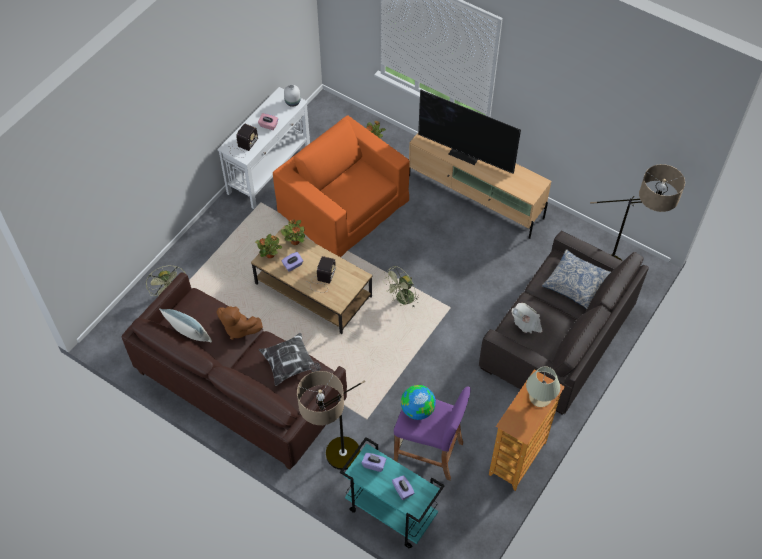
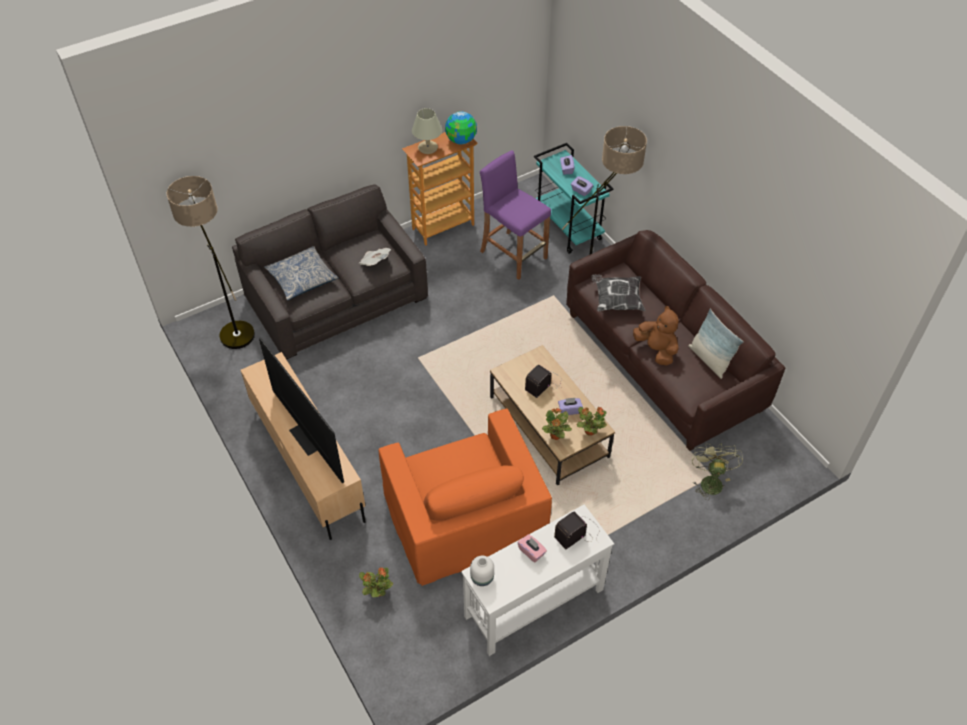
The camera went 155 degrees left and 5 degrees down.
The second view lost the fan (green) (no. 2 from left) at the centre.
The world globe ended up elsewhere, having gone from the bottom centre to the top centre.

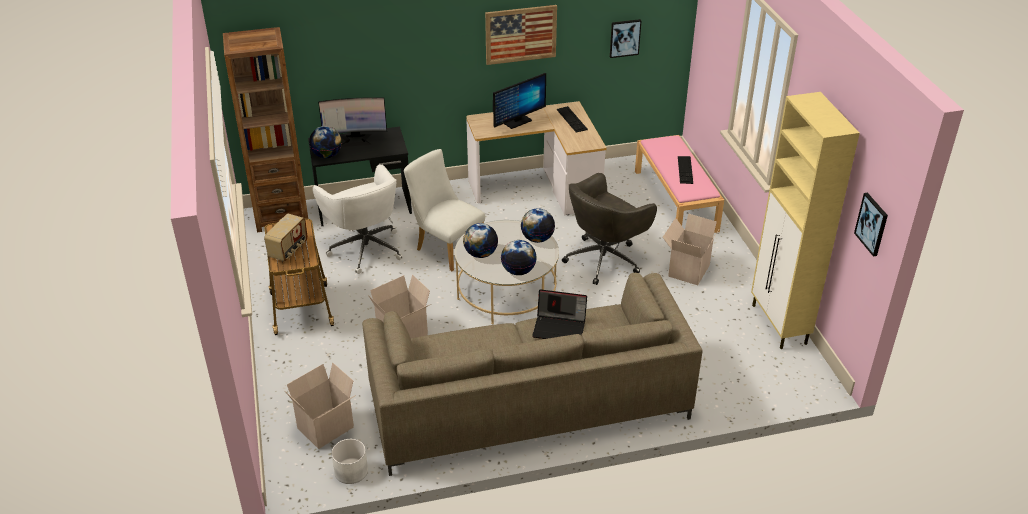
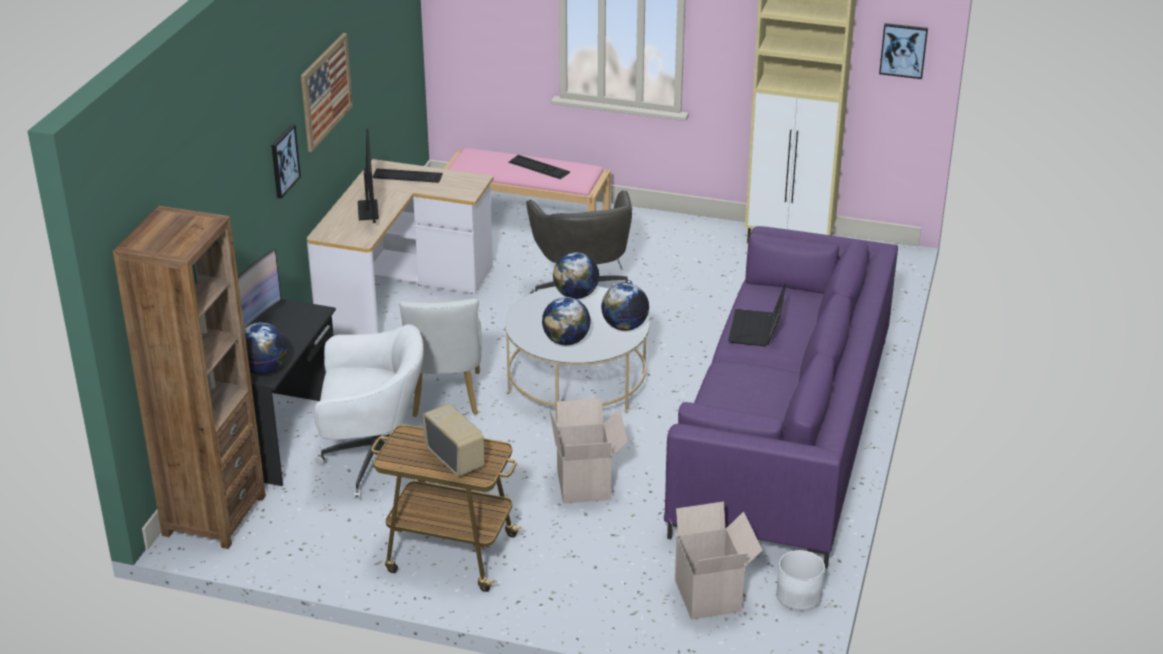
The camera went 60 degrees left and 5 degrees down.
The second view lost the cardboard box (no. 3 from left) at the middle right.
The wall picture (no. 2 from left in the first image) ended up elsewhere, having gone from the top centre to the top left.
What was the couch (beige) at the bottom centre turned into the couch (purple) at the middle right.
The upright chair (white-coloured) at the centre ended up facing another way, 75 degrees counterclockwise from before.
The laptop at the centre ended up facing another way, 150 degrees clockwise from before.

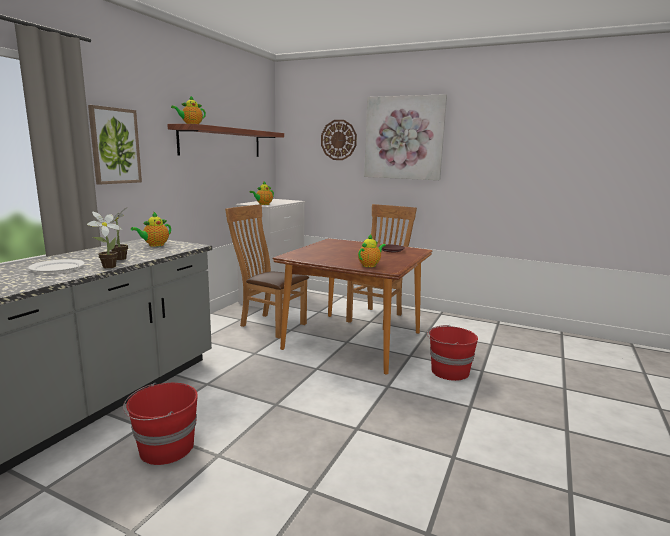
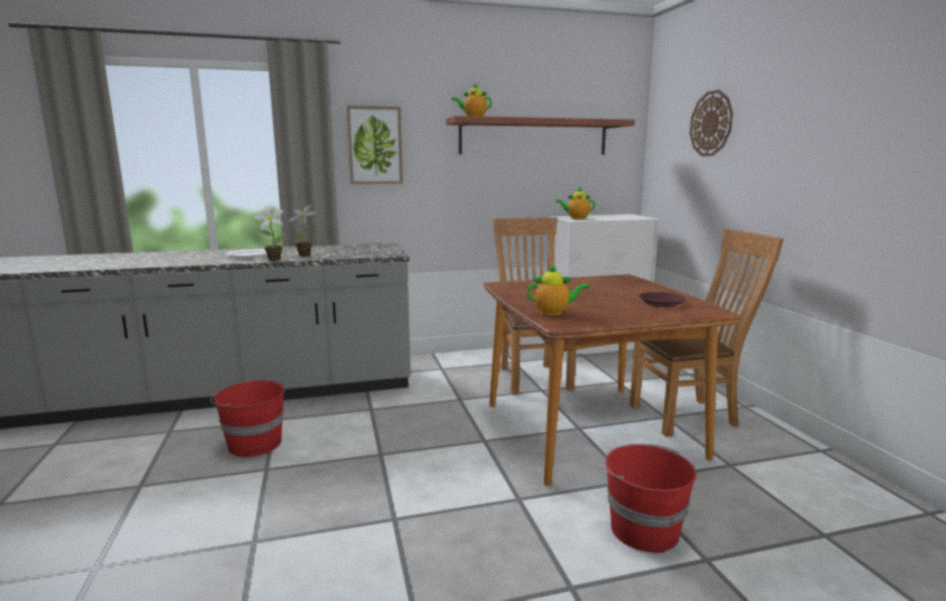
The camera went 50 degrees right and 0 degrees up.
The second view lost the teapot (no. 1 from left) at the middle left.
The second view lost the wall picture (no. 2 from left) at the top centre.

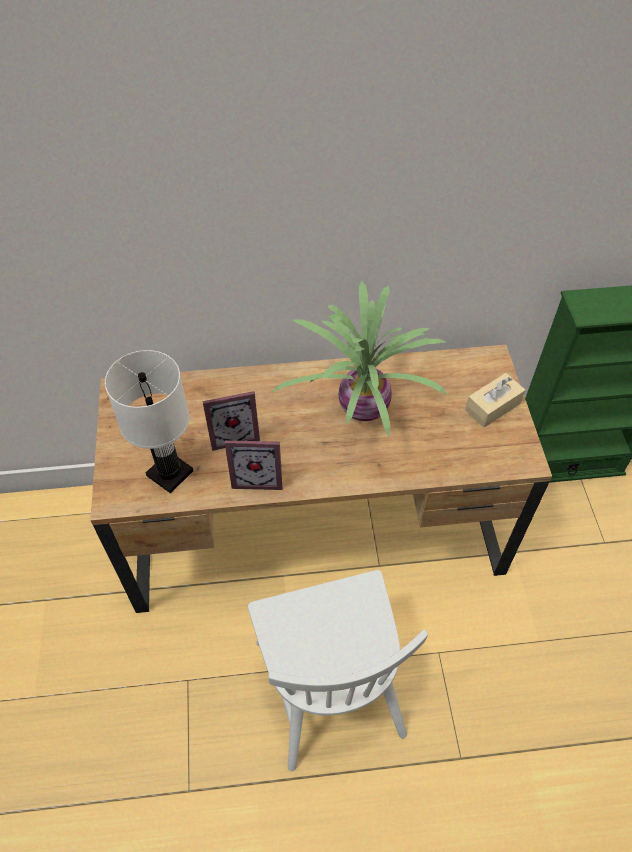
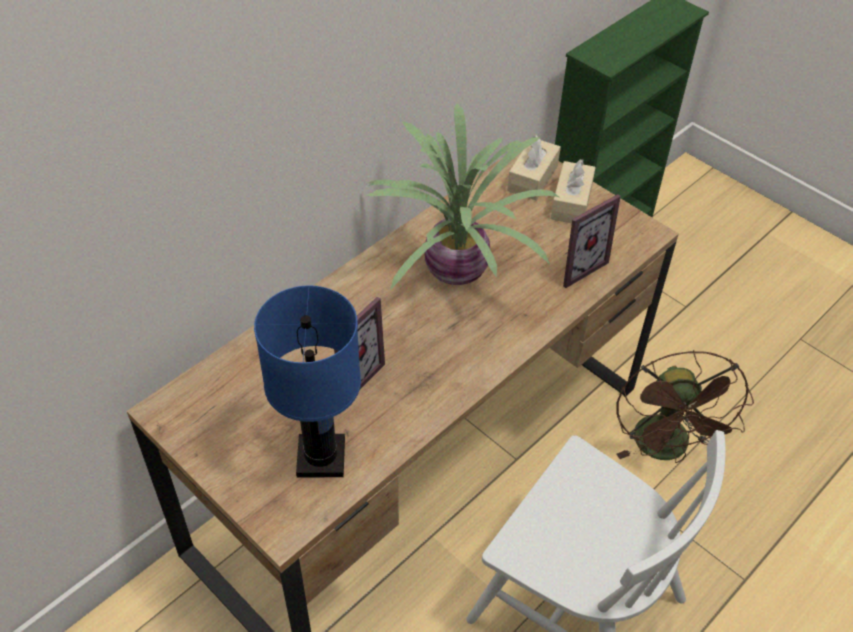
The camera went 40 degrees left and 5 degrees down.
The second view gained the box of tissues (beige) (no. 1 from left) at the top centre.
The second view gained the fan (brown) at the middle right.
The photo frame (no. 2 from left) ended up elsewhere, having gone from the centre to the middle right.
What was the tabletop lamp (white-coloured) at the middle left turned into the tabletop lamp (blue-coloured) at the centre.

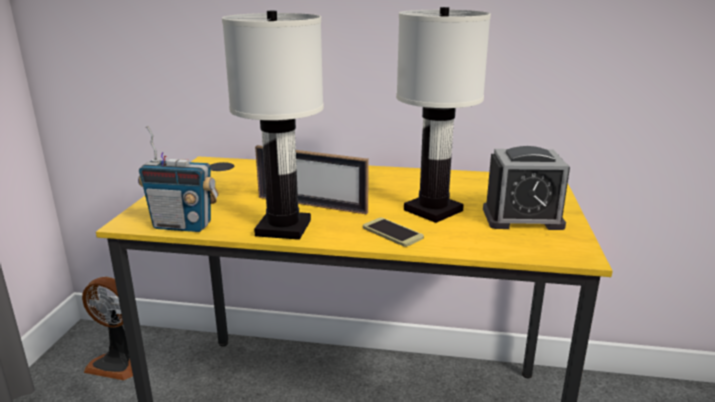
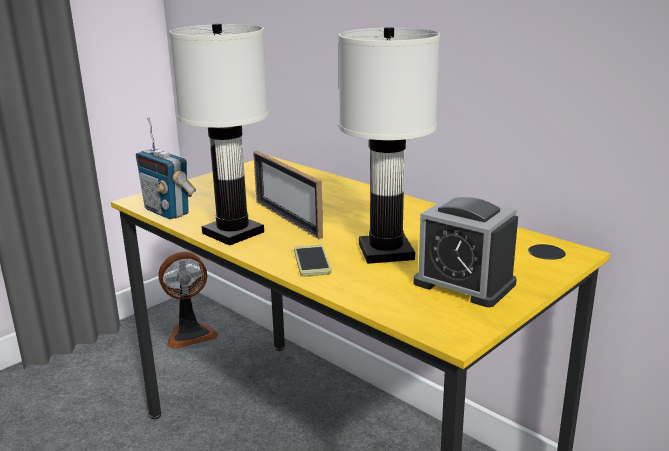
The camera went 35 degrees right and 0 degrees up.
The fan at the bottom left ended up facing another way, 75 degrees counterclockwise from before.

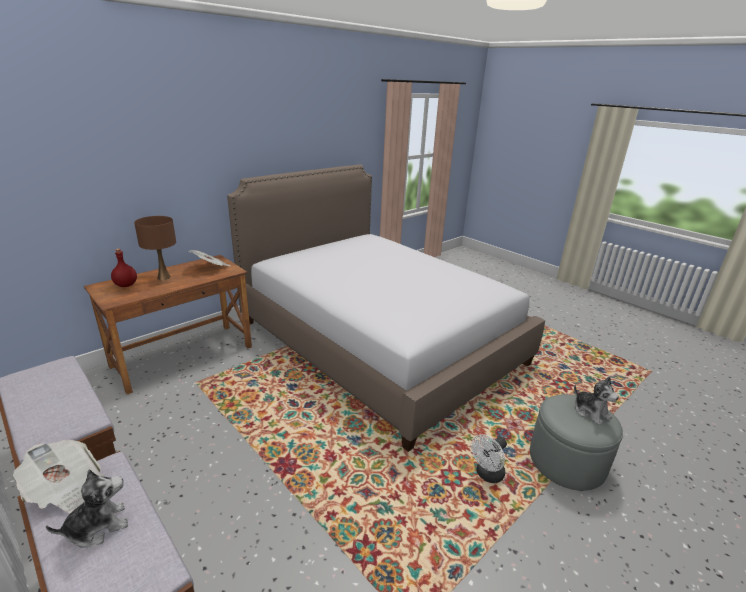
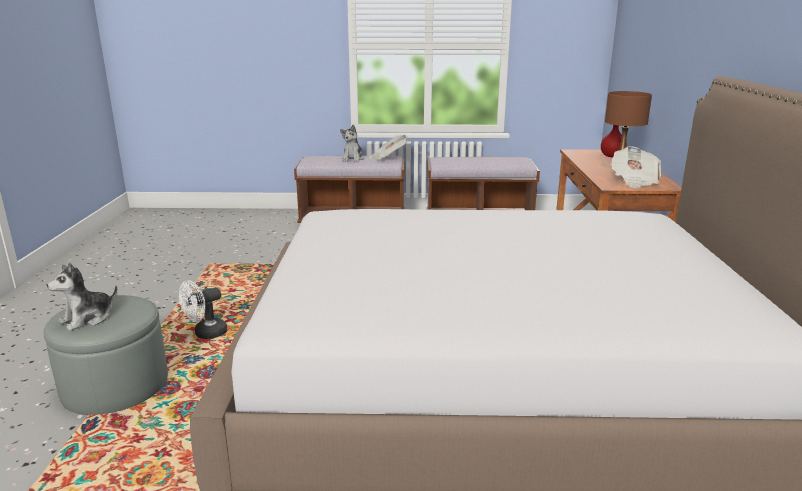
The camera went 135 degrees right and 5 degrees down.
The fan (white-coloured) at the bottom centre ended up facing another way, 135 degrees counterclockwise from before.
The plush toy (no. 2 from left in the first image) at the bottom right ended up facing another way, 60 degrees counterclockwise from before.

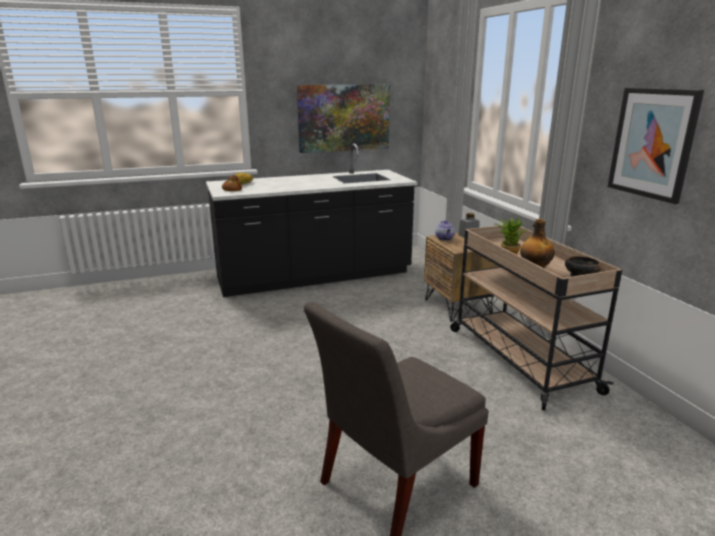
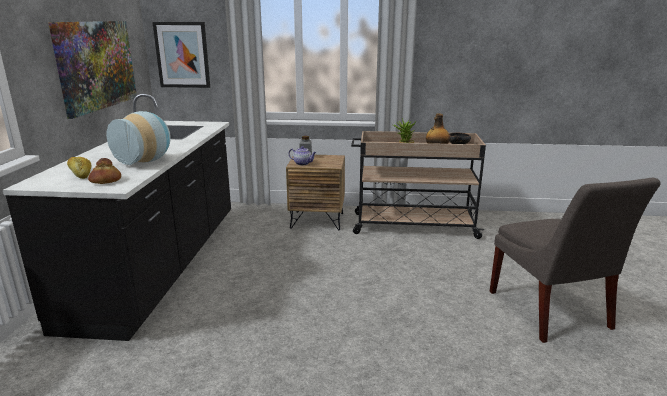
The camera went 65 degrees left and 0 degrees up.
The second view gained the vase at the middle left.
The wall picture (no. 2 from left) ended up elsewhere, having gone from the top right to the top left.

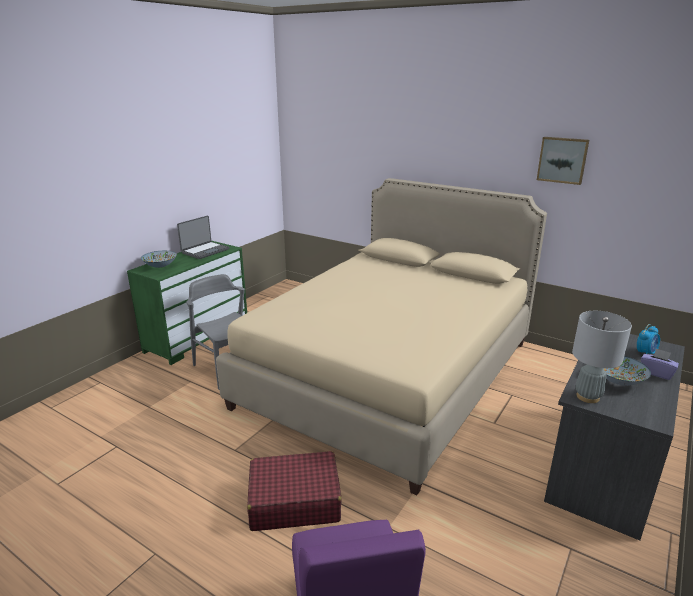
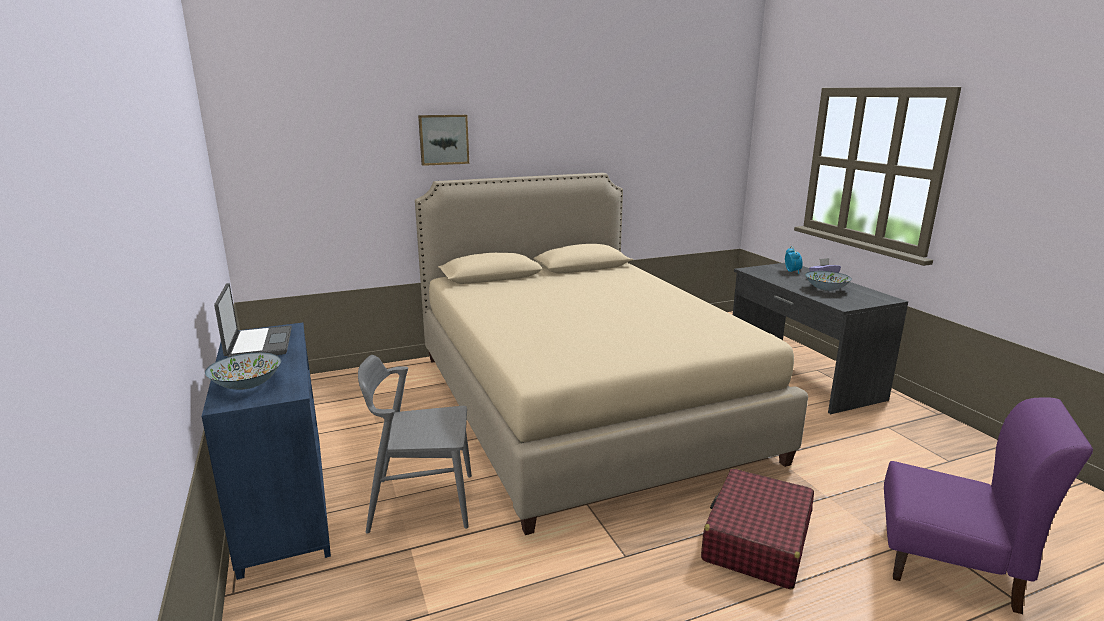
The camera went 55 degrees left and 5 degrees down.
The second view lost the tabletop lamp (gray) at the middle right.
The wall picture ended up elsewhere, having gone from the top right to the top centre.
What was the dresser (green) at the middle left turned into the dresser (blue-coloured) at the bottom left.

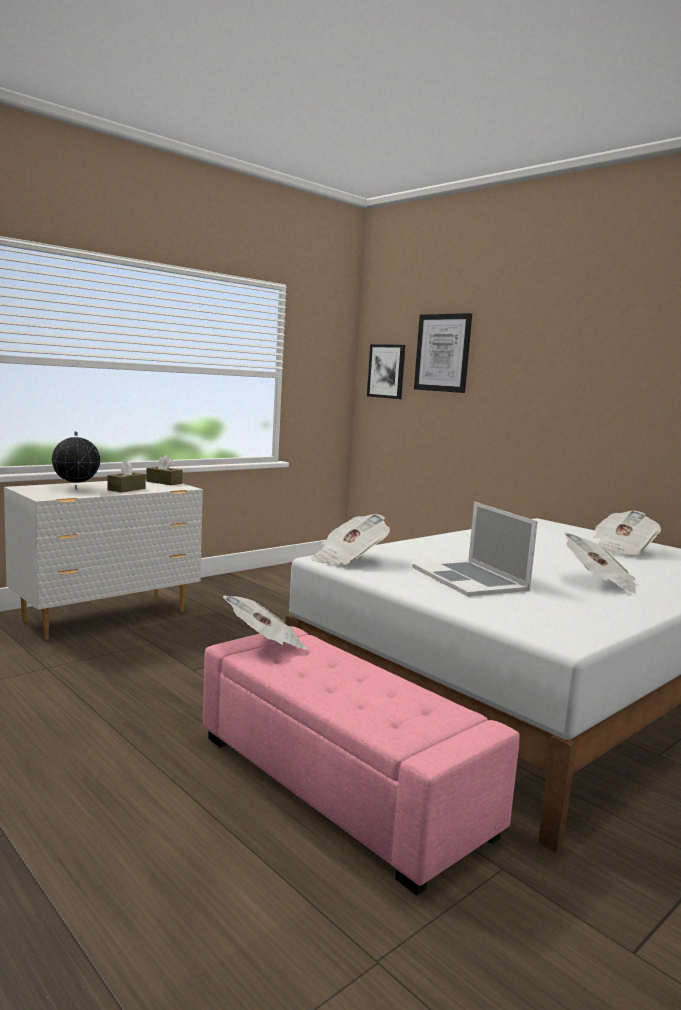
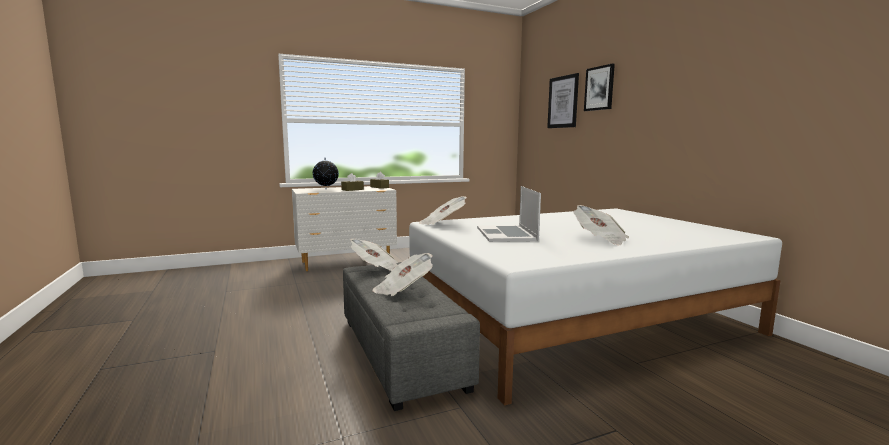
The camera went 20 degrees right and 0 degrees up.
The wall picture (no. 1 from left in the first image) ended up elsewhere, having gone from the centre to the top right.
The newspaper (no. 4 from left in the first image) ended up elsewhere, having gone from the middle right to the centre.
What was the pouffe (pinkish) at the bottom centre turned into the pouffe (gray) at the bottom centre.

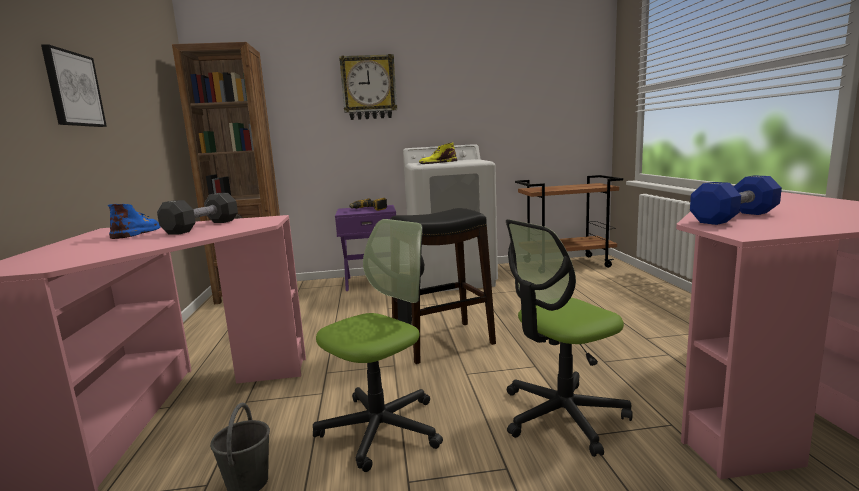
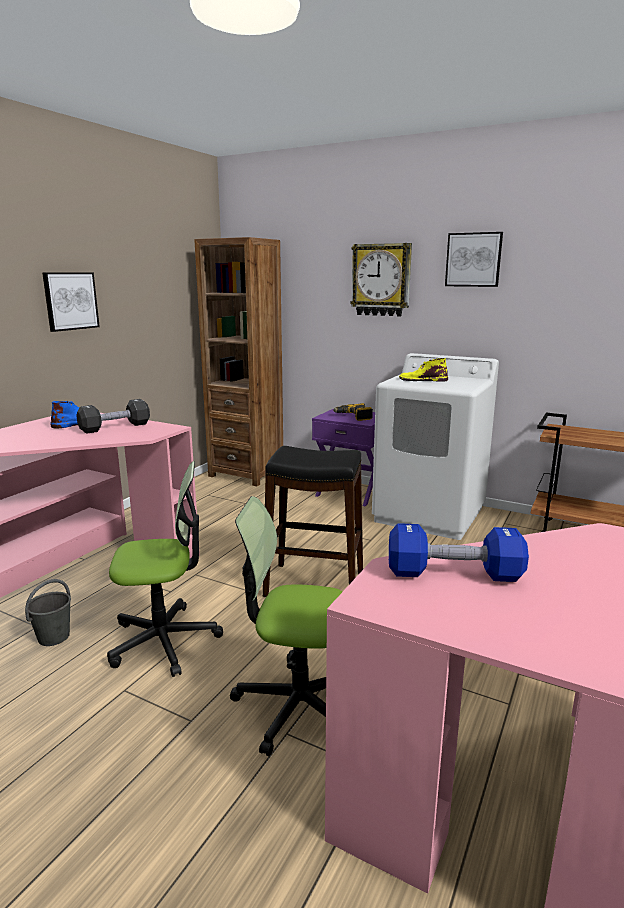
The camera went 35 degrees right and 5 degrees up.
The second view gained the wall picture (no. 2 from left) at the top right.

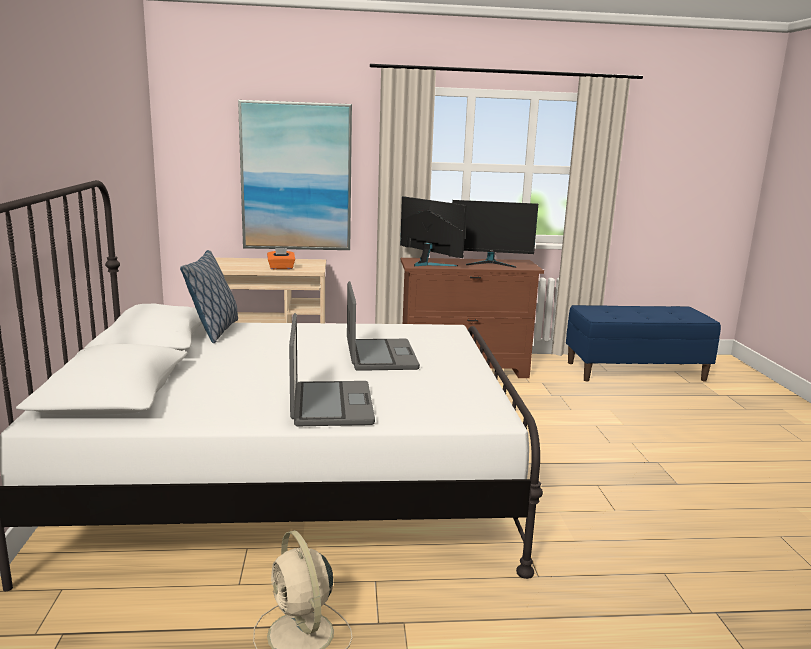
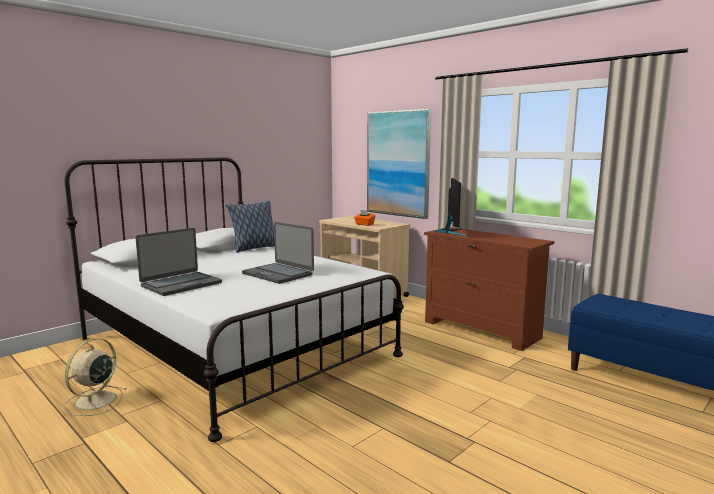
The camera went 50 degrees right and 5 degrees down.
The second view lost the computer display (no. 2 from left) at the centre.
The laptop (no. 2 from left) at the centre ended up facing another way, 90 degrees clockwise from before.

